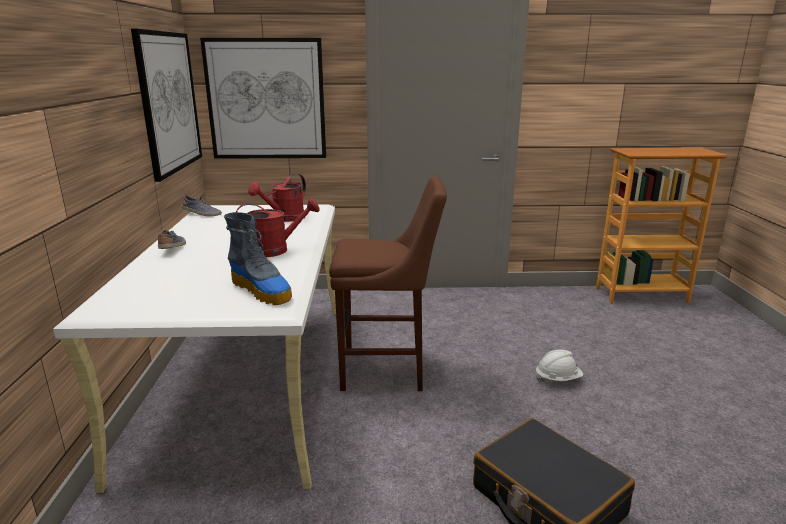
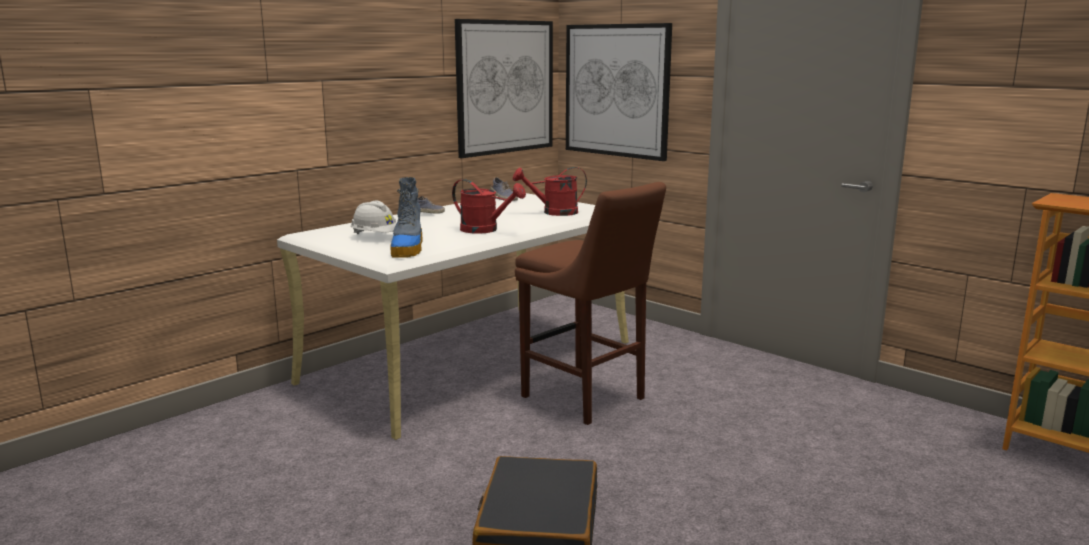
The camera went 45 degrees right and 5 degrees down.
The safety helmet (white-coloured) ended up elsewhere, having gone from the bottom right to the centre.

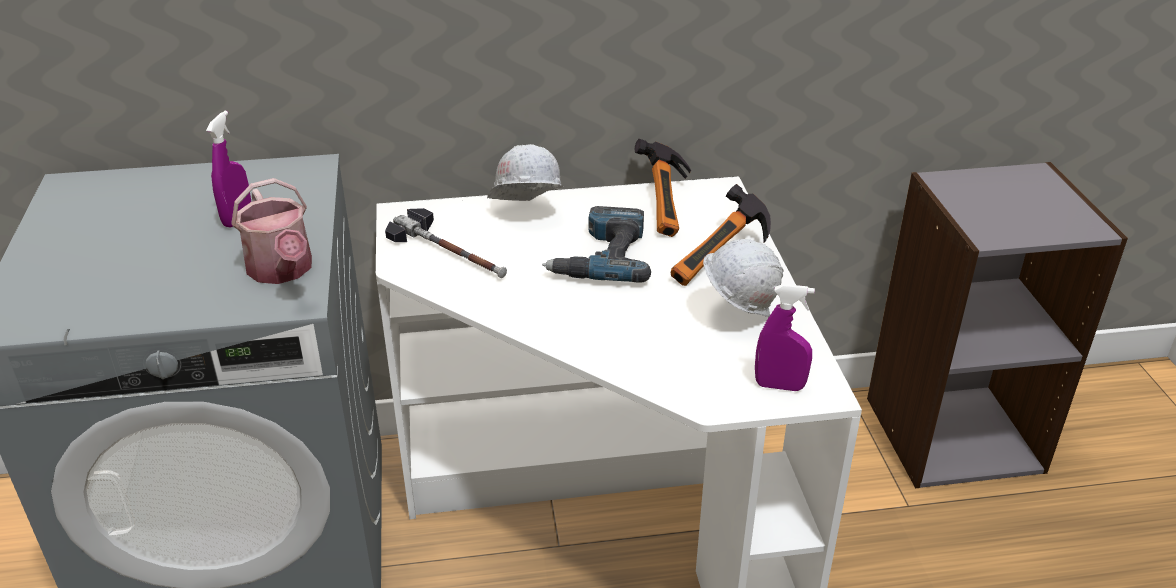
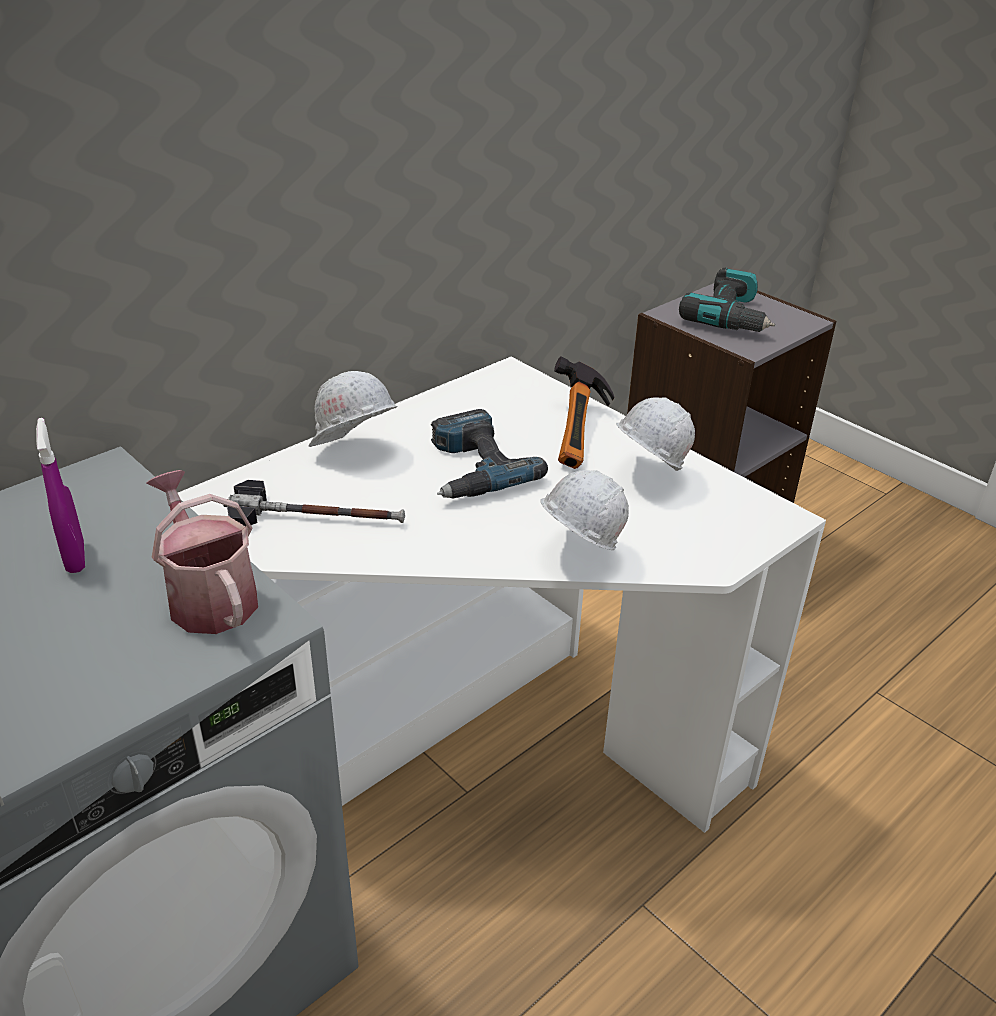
The camera went 35 degrees left and 0 degrees up.
The second view lost the hand hammer (no. 2 from left) at the top centre.
The second view lost the spray bottle (purple) (no. 2 from left) at the middle right.
The second view gained the safety helmet (white-coloured) (no. 2 from left) at the centre.
The second view gained the power drill (no. 2 from left) at the top right.
The watering can at the middle left ended up facing another way, 150 degrees counterclockwise from before.

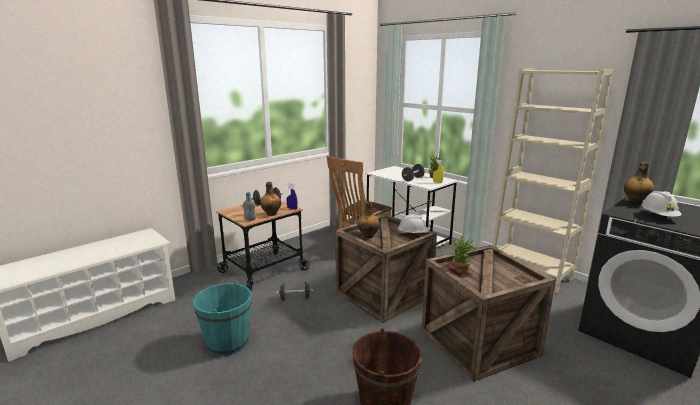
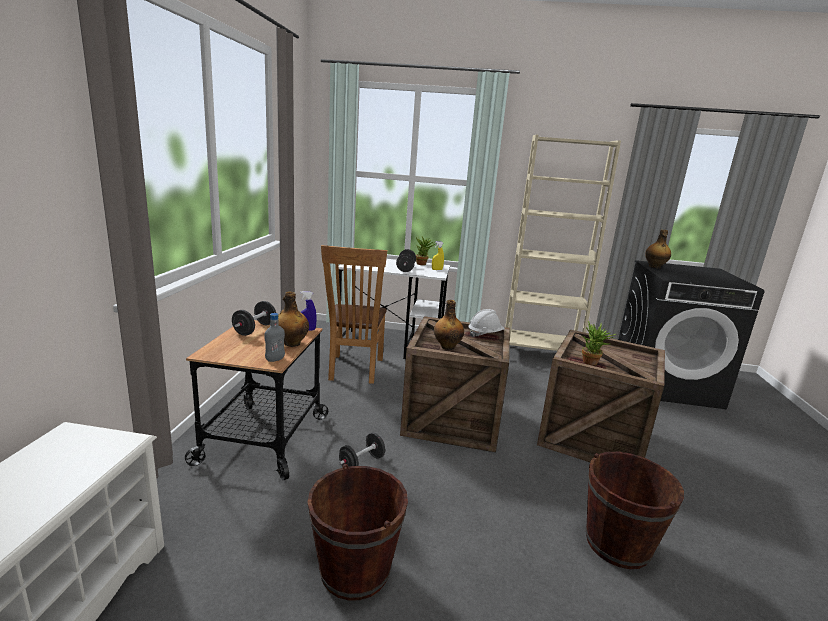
The camera went 40 degrees left and 0 degrees up.
The second view lost the safety helmet (white-coloured) (no. 2 from left) at the middle right.
What was the pail (blue-green) at the bottom left turned into the pail (brown) (no. 1 from left) at the bottom centre.

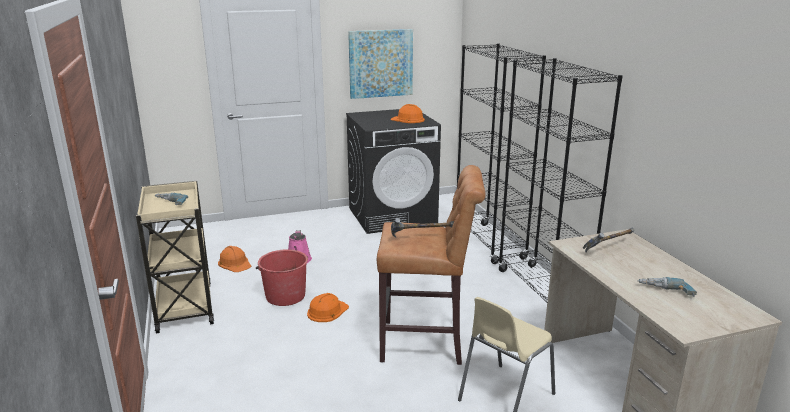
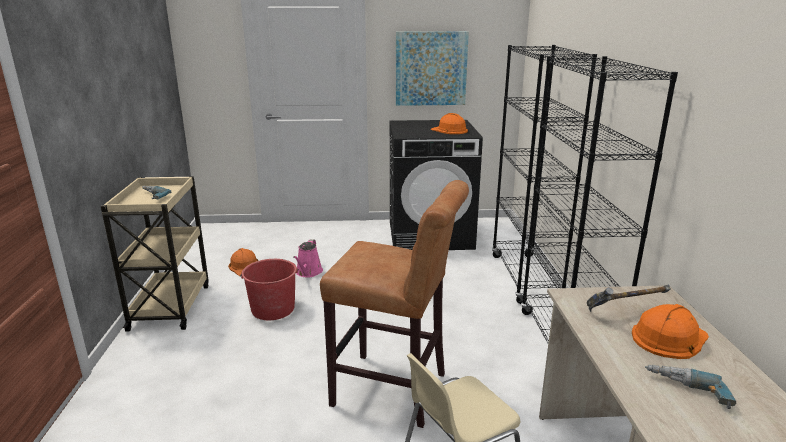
The camera went 15 degrees right and 0 degrees up.
The second view lost the hand hammer (no. 1 from left) at the centre.
The safety helmet (orangey) (no. 2 from left in the first image) ended up elsewhere, having gone from the bottom centre to the bottom right.

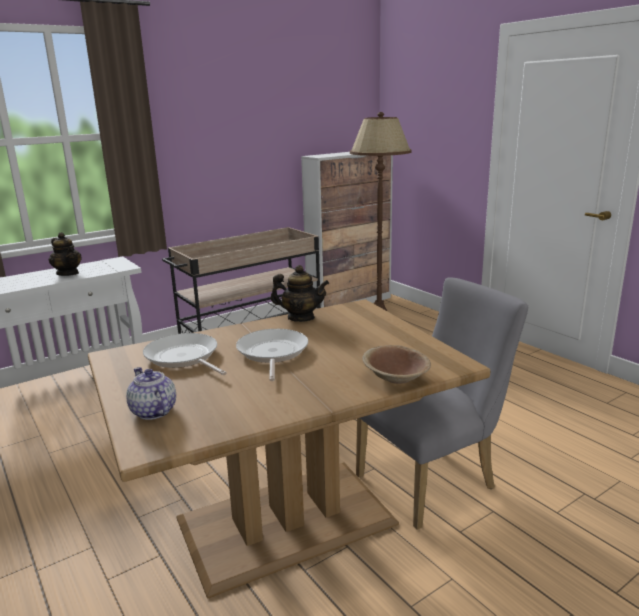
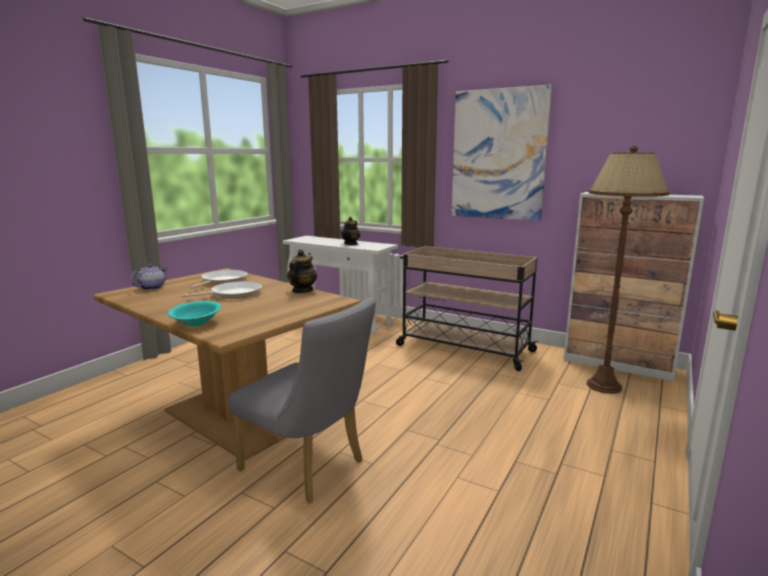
The camera went 65 degrees right and 5 degrees down.
The second view gained the wall picture at the top centre.
What was the bowl (brown) at the centre turned into the bowl (blue-green) at the middle left.
The teapot (no. 3 from left in the first image) at the centre ended up facing another way, 150 degrees counterclockwise from before.

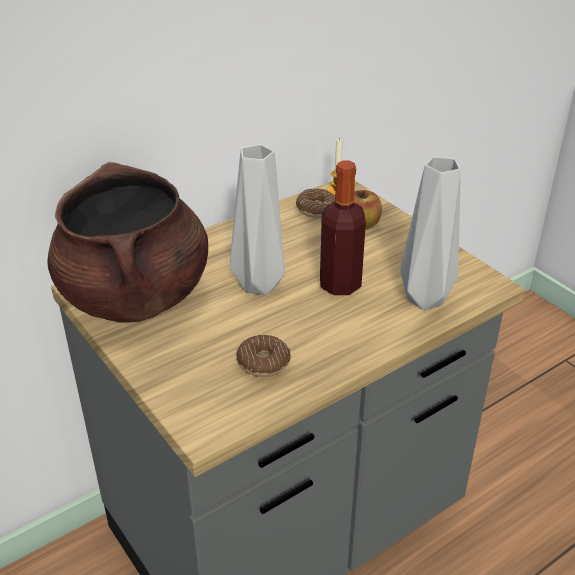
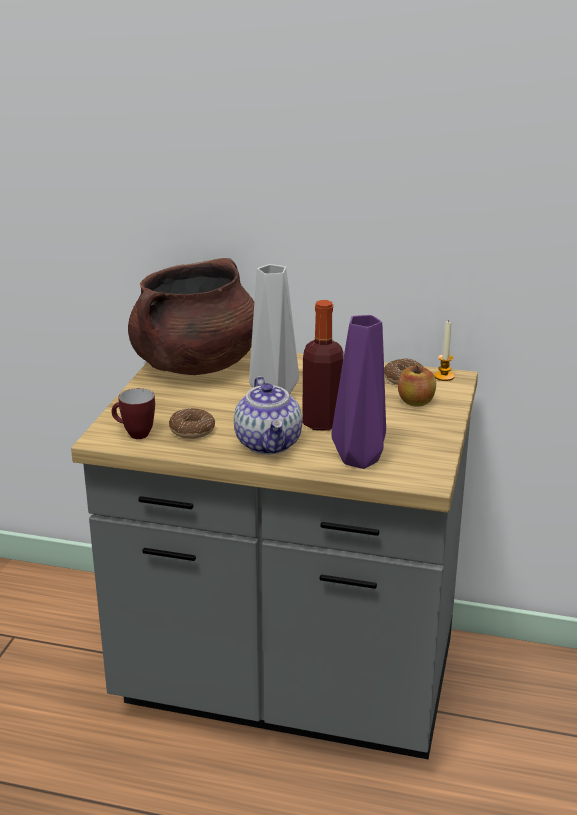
The camera went 50 degrees right and 10 degrees down.
The second view gained the mug at the middle left.
The second view gained the teapot at the centre.
What was the vase (gray) (no. 2 from left) at the middle right turned into the vase (purple) at the centre.

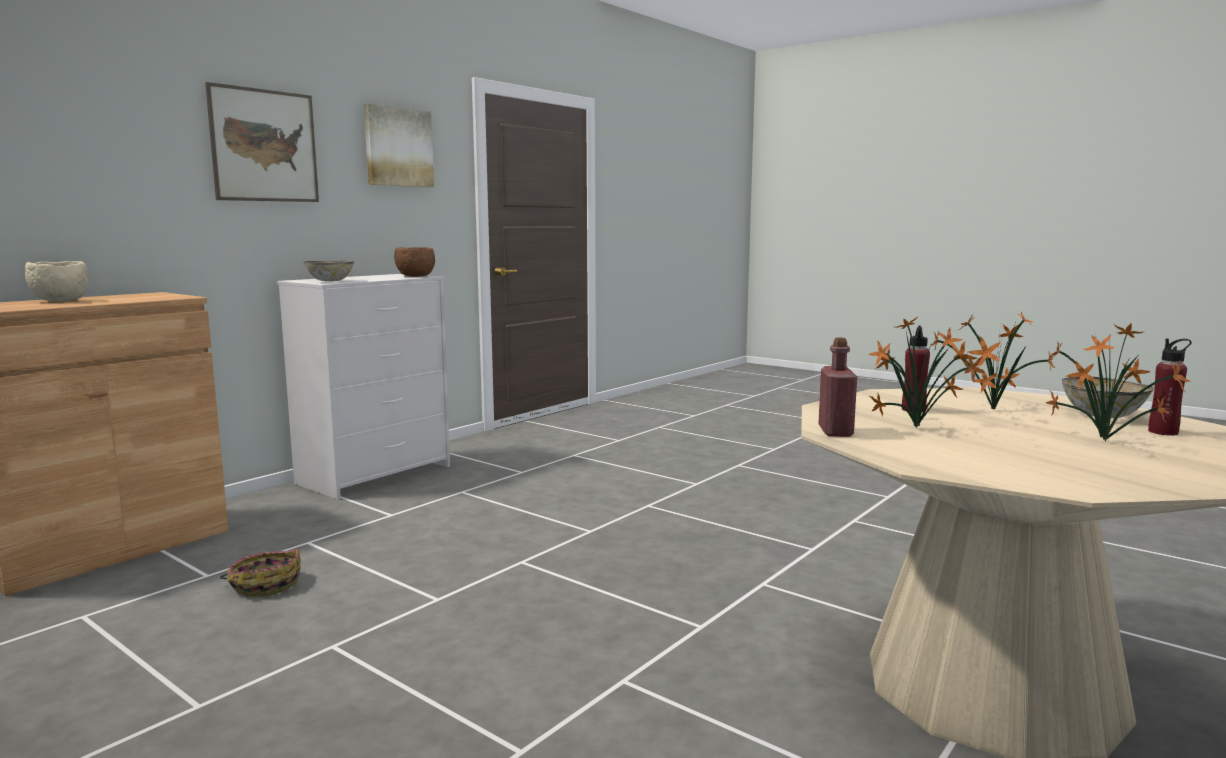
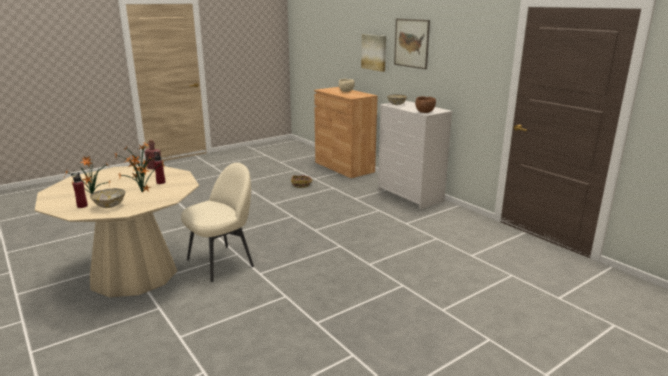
The camera went 105 degrees right and 10 degrees up.
The second view gained the upright chair (beige) at the middle left.
The wall picture (no. 2 from left in the first image) ended up elsewhere, having gone from the top left to the top centre.

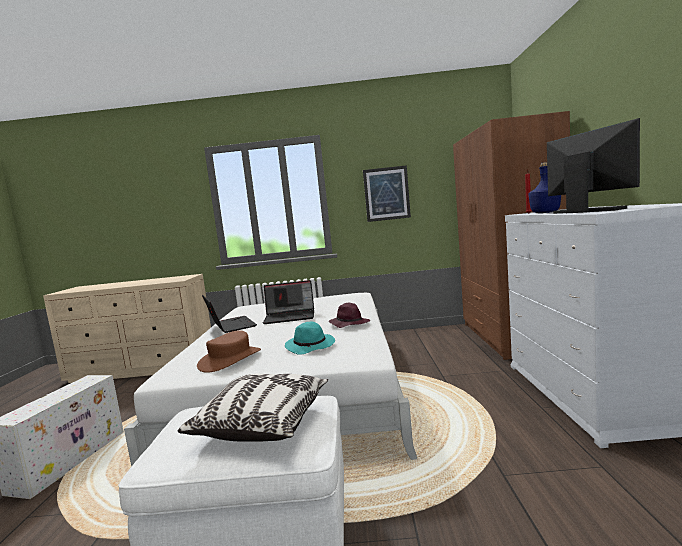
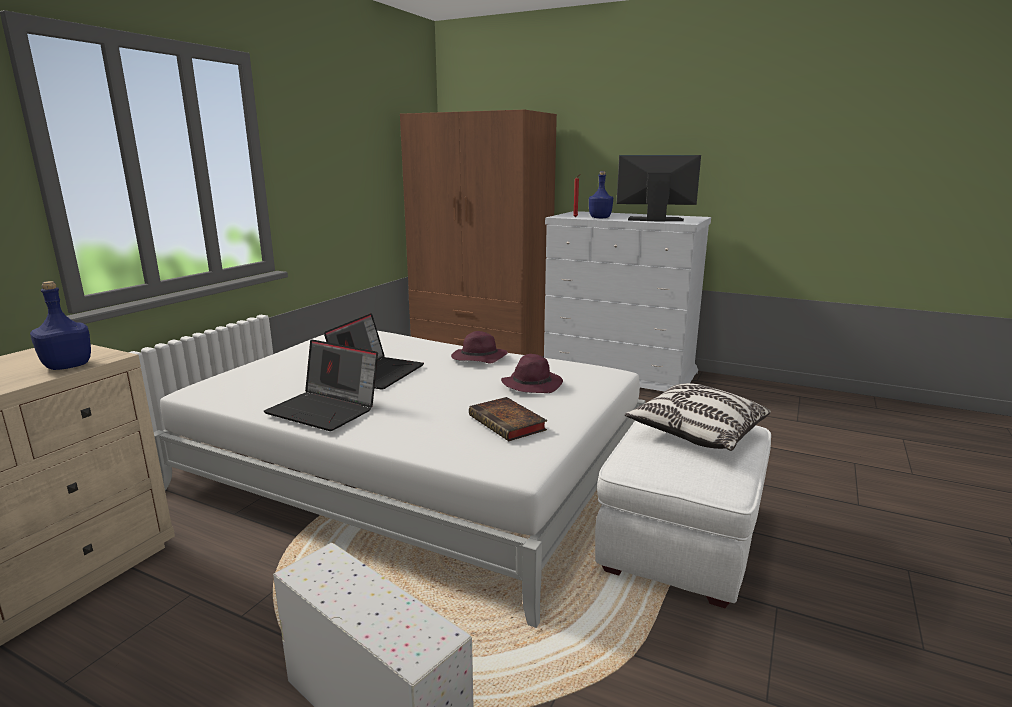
The camera went 65 degrees left and 10 degrees up.
The second view lost the wall picture at the centre.
The second view gained the drink bottle (blue-coloured) (no. 1 from left) at the middle left.
Where the clothing hat (brown) stood at the centre, the volume came to stand at the centre.
What was the clothing hat (blue-green) at the centre turned into the clothing hat (purple) (no. 2 from left) at the centre.
The laptop (no. 1 from left) at the centre ended up facing another way, 150 degrees counterclockwise from before.

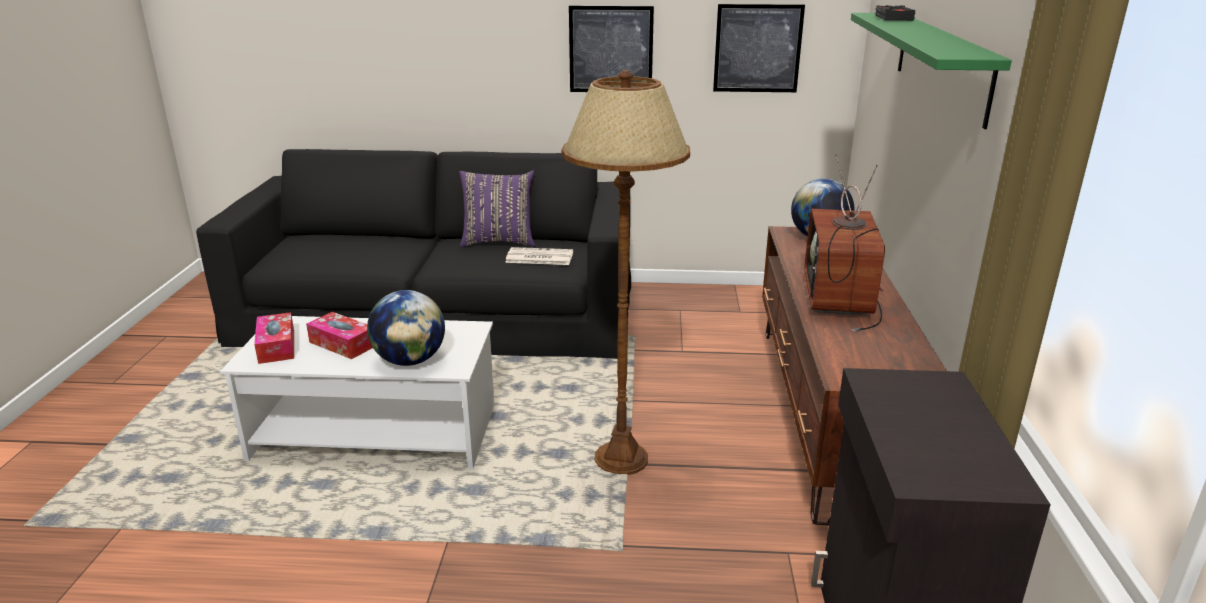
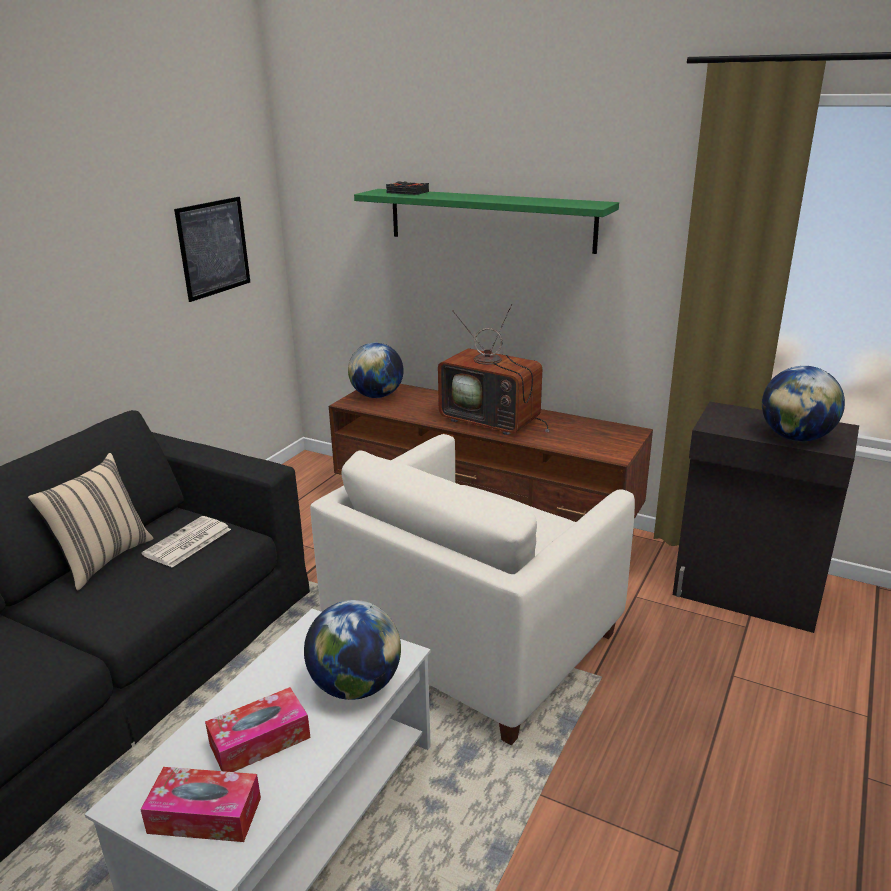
The camera went 65 degrees left and 0 degrees up.
The second view lost the wall picture (no. 1 from left) at the top centre.
The second view gained the world globe (no. 3 from left) at the middle right.
Where the floor lamp (brown) stood at the centre, the armchair (white-coloured) came to stand at the centre.
What was the cushion (purple) at the centre turned into the cushion (beige) at the middle left.

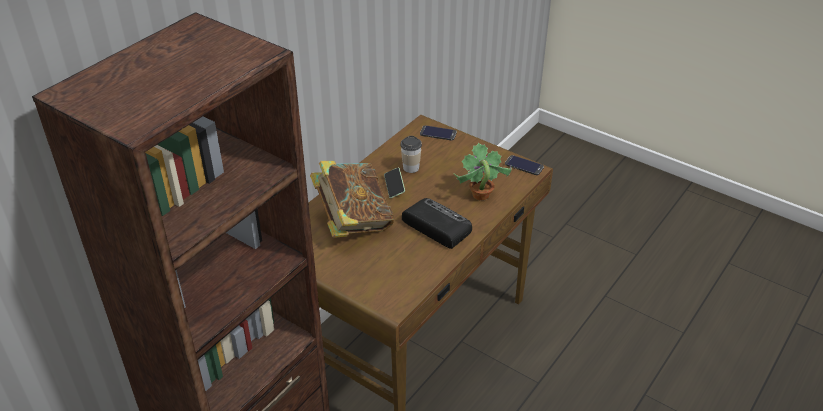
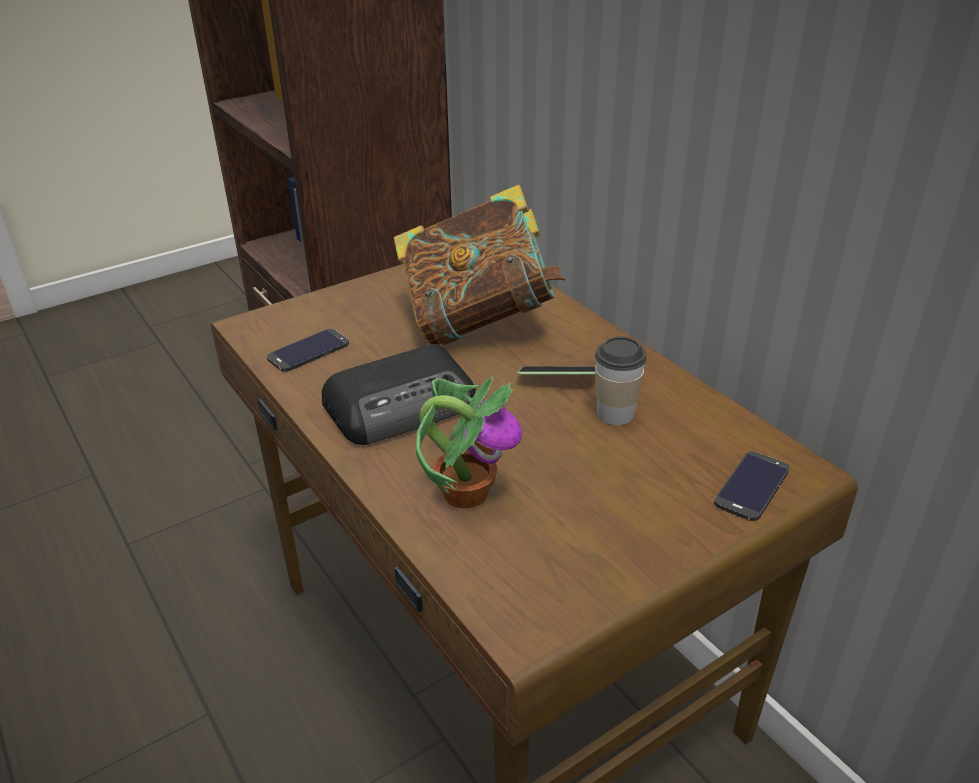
The camera went 110 degrees right and 5 degrees down.
The telephone (no. 3 from left in the first image) ended up elsewhere, having gone from the centre to the middle left.

